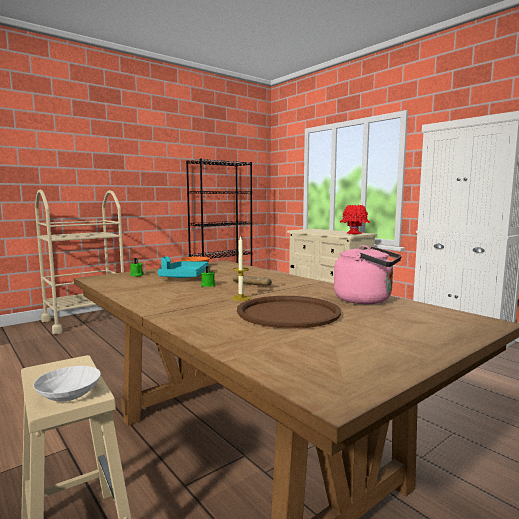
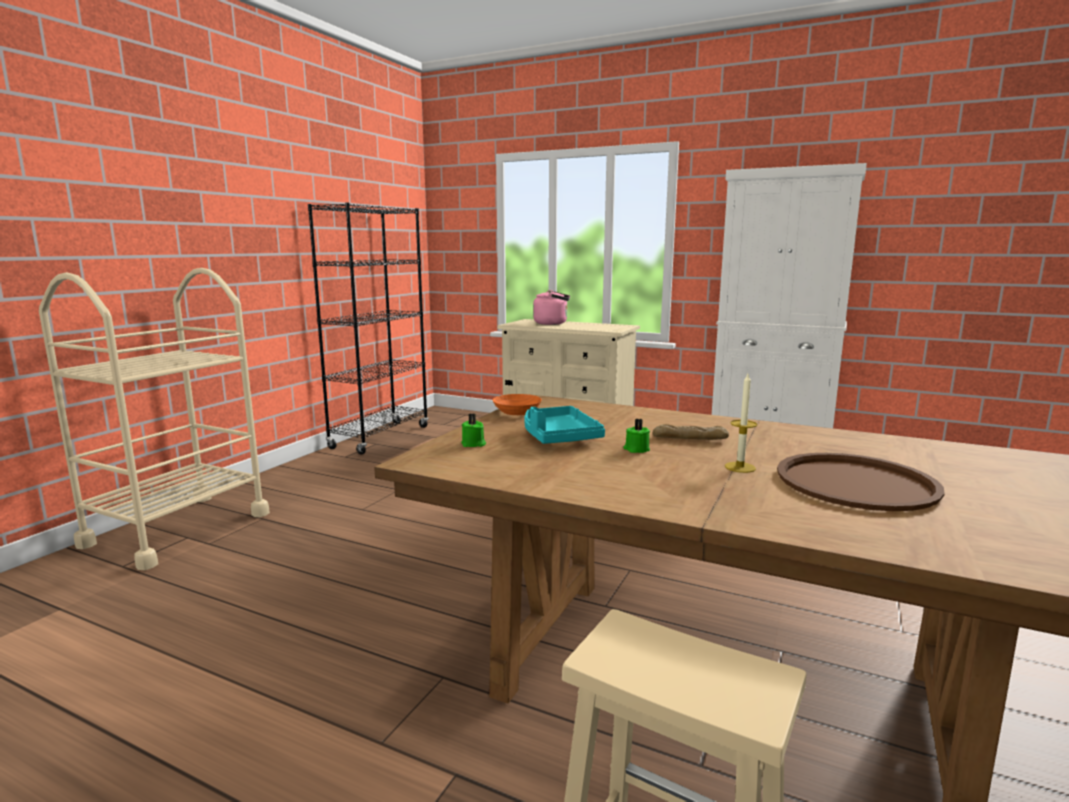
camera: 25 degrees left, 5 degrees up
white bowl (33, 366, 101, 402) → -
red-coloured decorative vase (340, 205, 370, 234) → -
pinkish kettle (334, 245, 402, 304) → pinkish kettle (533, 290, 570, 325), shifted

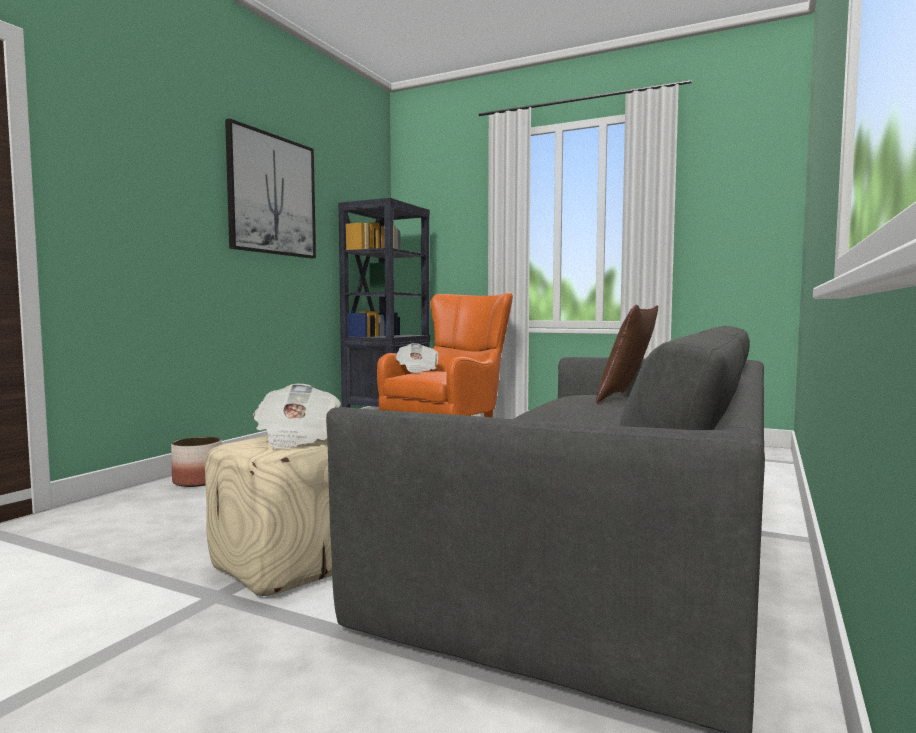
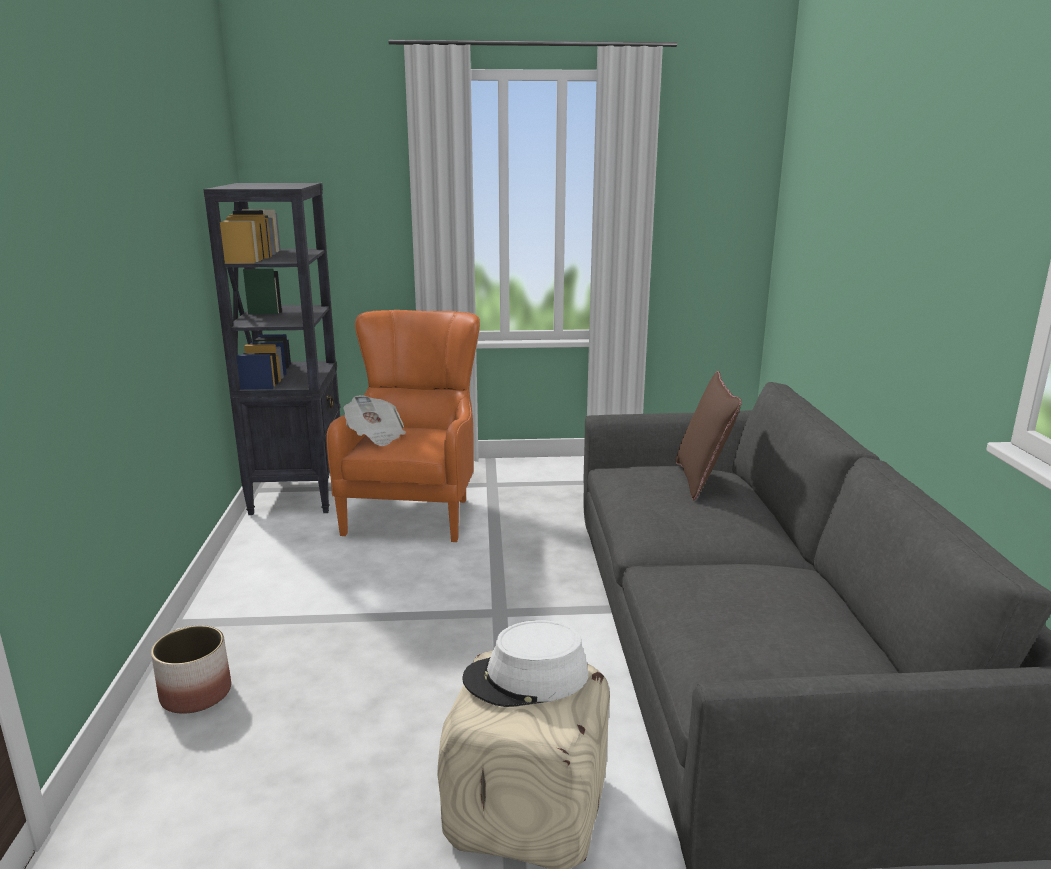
camera: 30 degrees left, 15 degrees up
picture (225, 118, 316, 258) → -
daily paper (253, 384, 341, 449) → white clothing hat (462, 620, 588, 707)

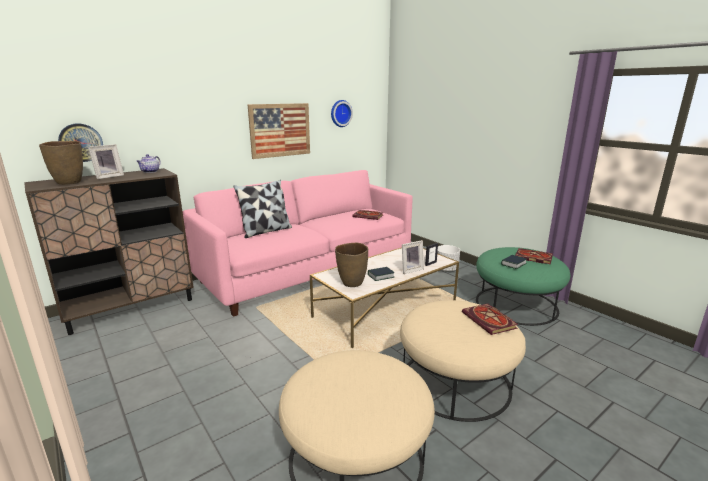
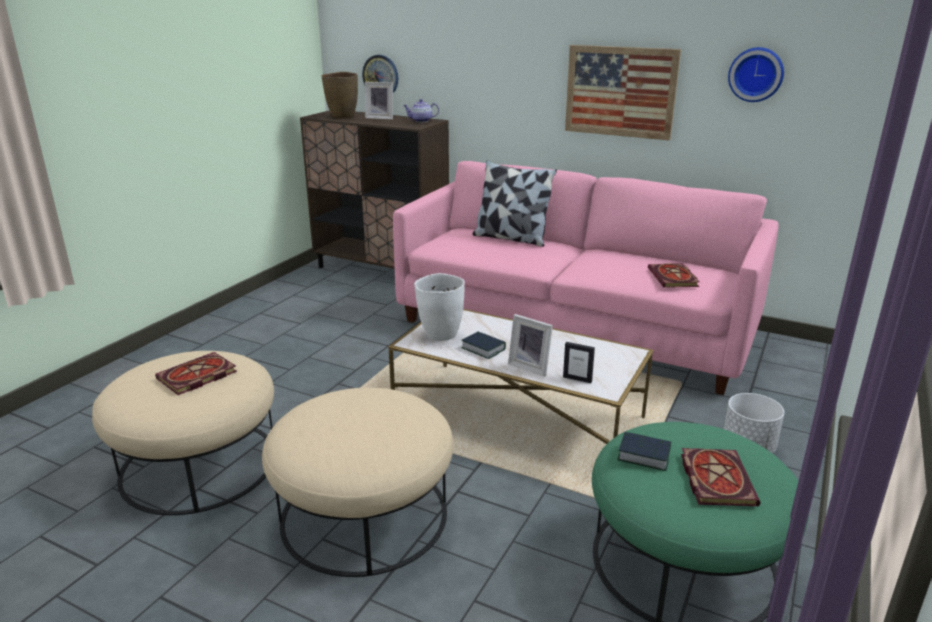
camera: 65 degrees right, 5 degrees up
volume (462, 303, 518, 335) → volume (155, 352, 237, 395), shifted
brown decorative vase (335, 243, 368, 287) → white decorative vase (414, 273, 465, 341)

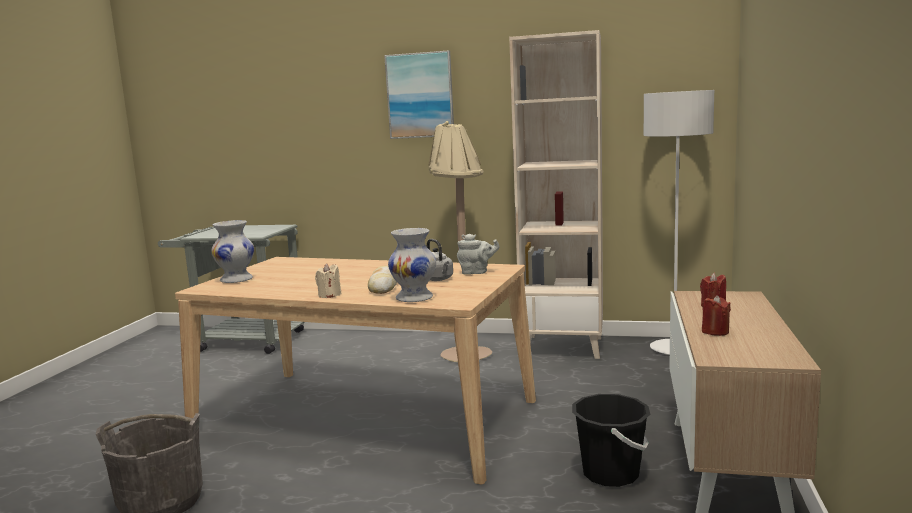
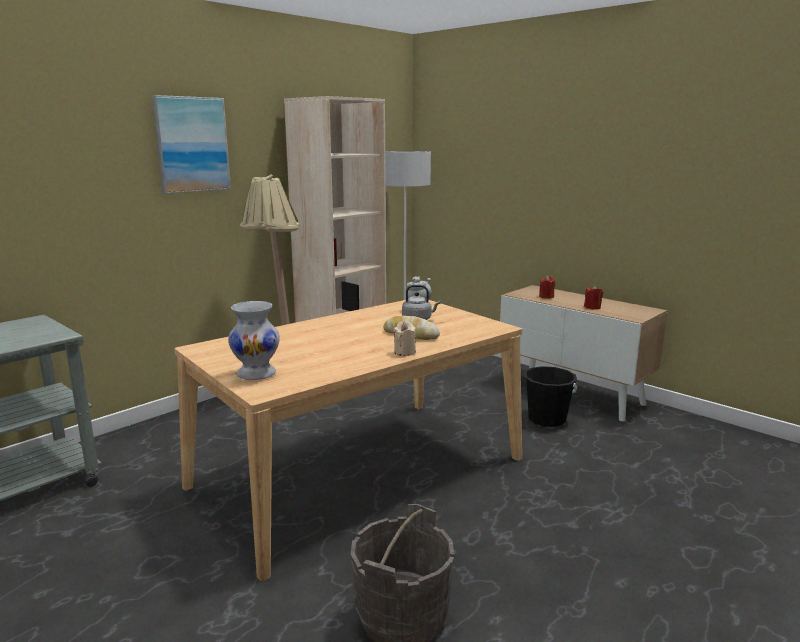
camera: 60 degrees left, 5 degrees up
white decorative vase (388, 228, 436, 302) → -

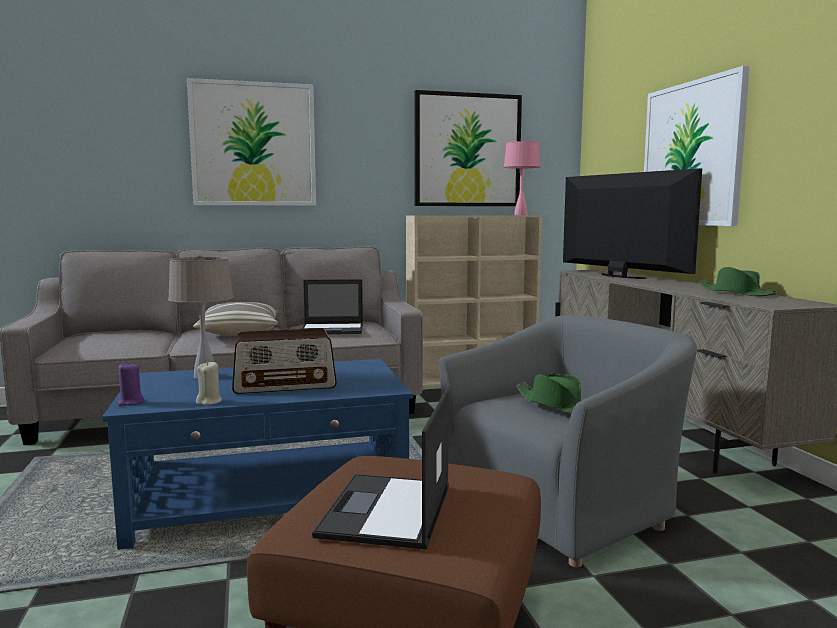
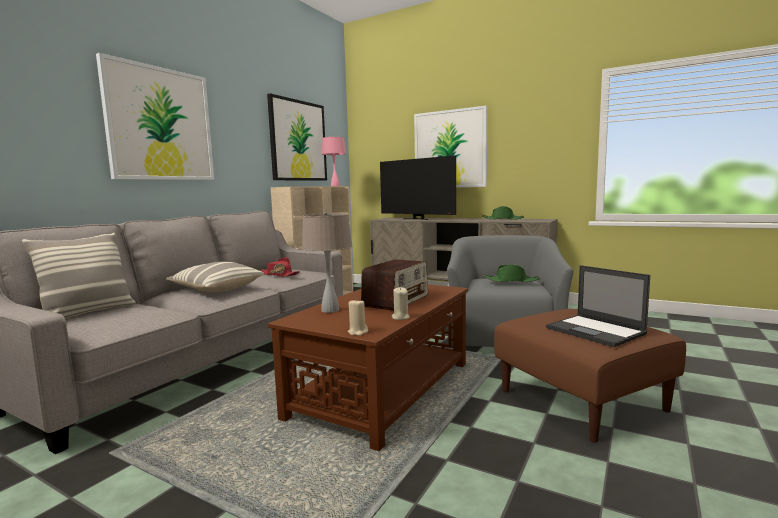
camera: 45 degrees left, 0 degrees up
- → throw pillow (22, 233, 136, 319)
laptop (302, 279, 363, 335) → red-coloured clothing hat (260, 257, 300, 277)
blue coffee table (102, 359, 413, 550) → brown coffee table (267, 284, 468, 451)
purplish candle (117, 362, 145, 406) → sand-coloured candle (348, 298, 368, 336)
TV set (563, 168, 702, 279) → TV set (380, 155, 456, 220), 150 degrees counterclockwise

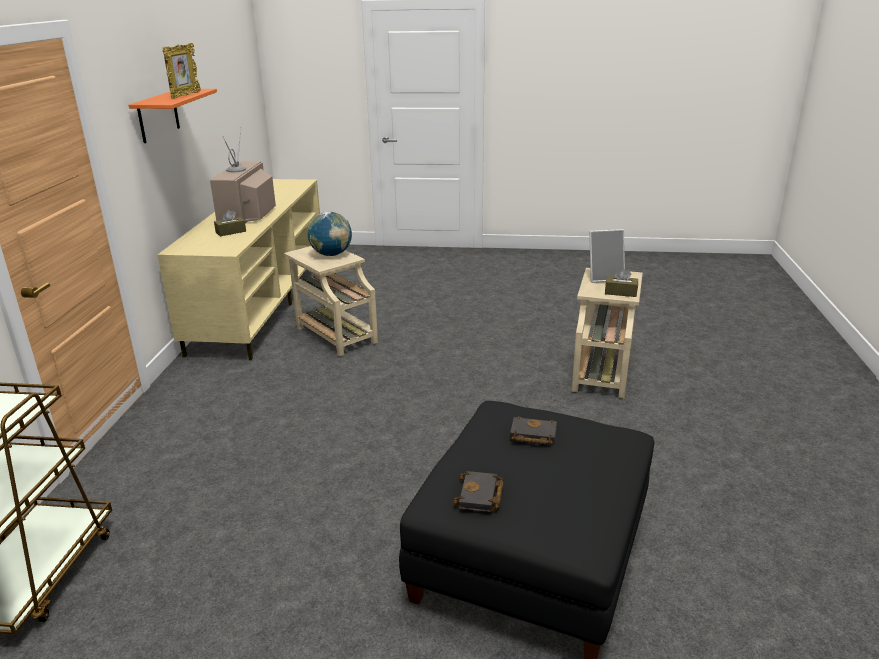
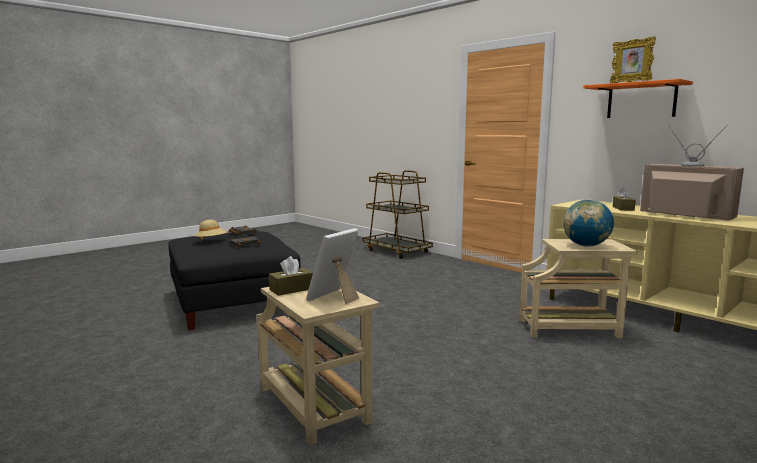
camera: 130 degrees right, 15 degrees down
- → sand-coloured clothing hat (194, 220, 227, 240)

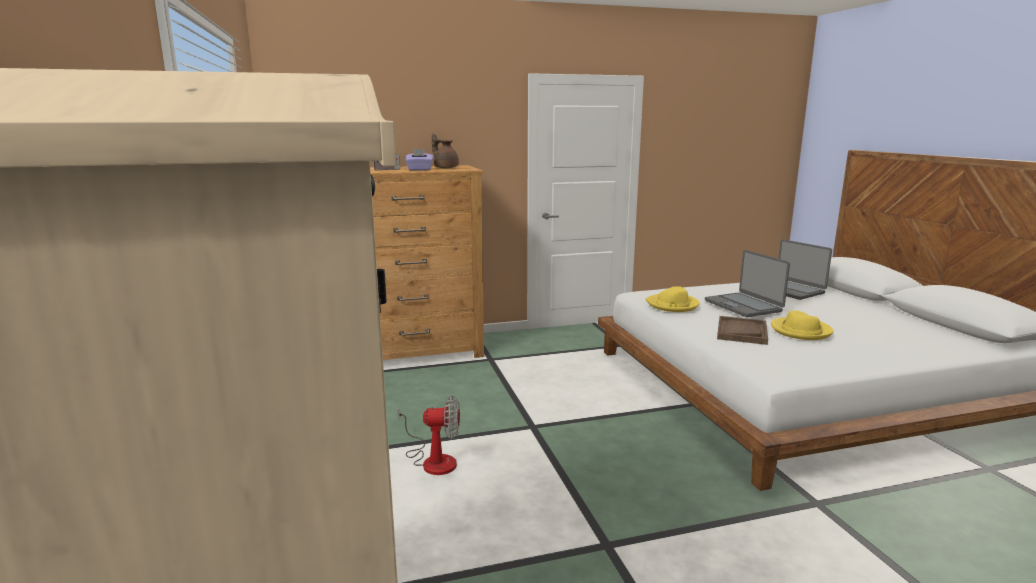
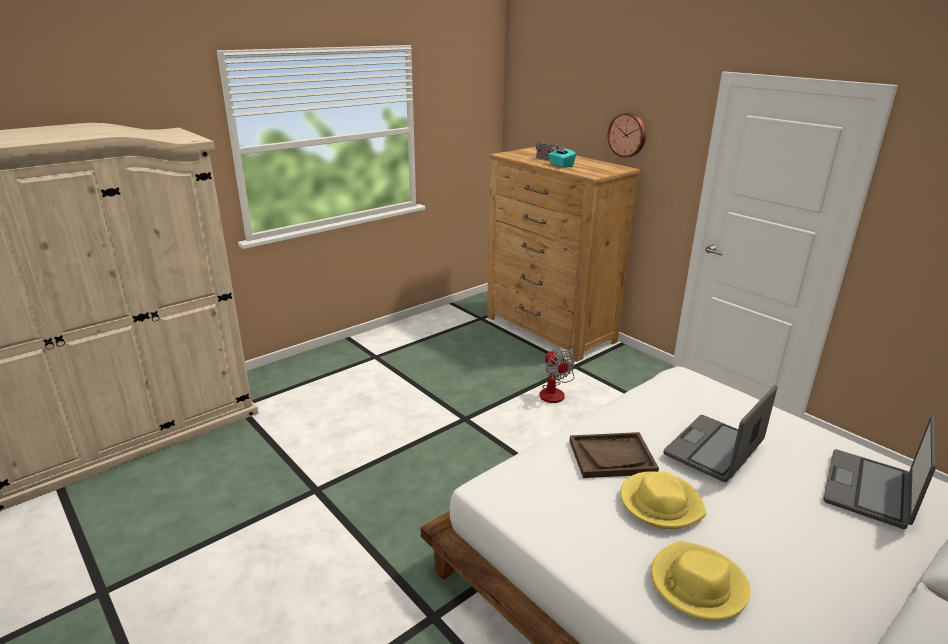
camera: 65 degrees right, 10 degrees up
brown pot for tea (432, 133, 459, 168) → -
- → wall clock (607, 113, 646, 158)
fan (398, 396, 460, 475) → fan (540, 348, 575, 403), shifted
yellowish clothing hat (646, 286, 699, 312) → yellowish clothing hat (651, 541, 750, 621), shifted
purplish tissue box (406, 149, 433, 171) → blue-green tissue box (548, 144, 576, 168)

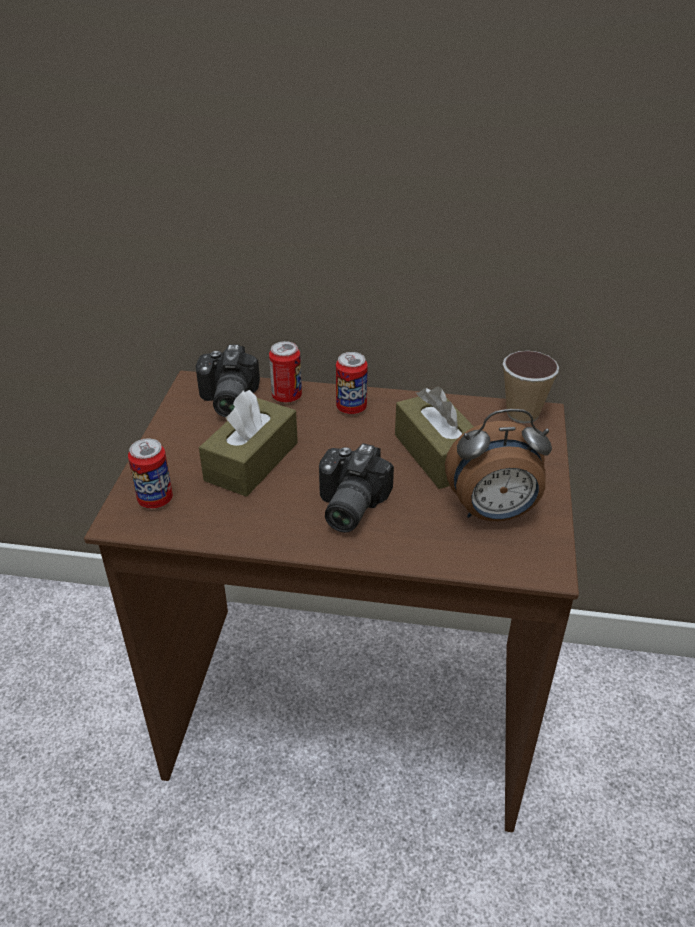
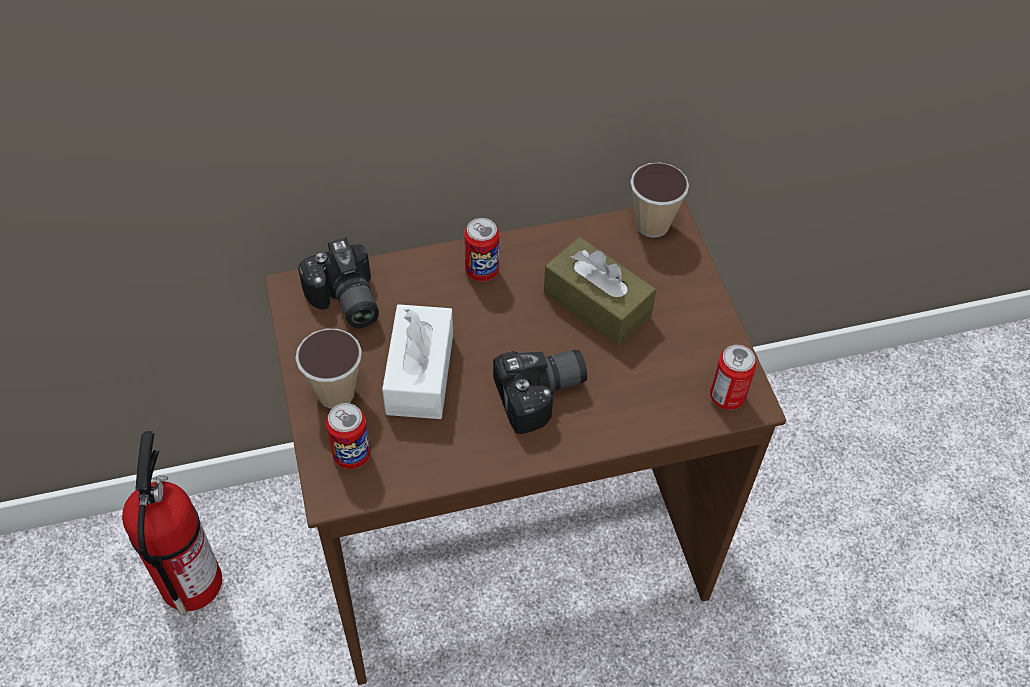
camera: 25 degrees left, 15 degrees up
bedside clock (445, 409, 552, 521) → -
- → fire extinguisher (122, 431, 222, 614)
- → small cup (295, 329, 362, 409)
can (269, 341, 302, 403) → can (710, 345, 757, 410), shifted
brown tissue box (199, 390, 298, 497) → white tissue box (382, 304, 453, 419)
photo camera (319, 443, 394, 533) → photo camera (493, 350, 587, 434), 105 degrees counterclockwise

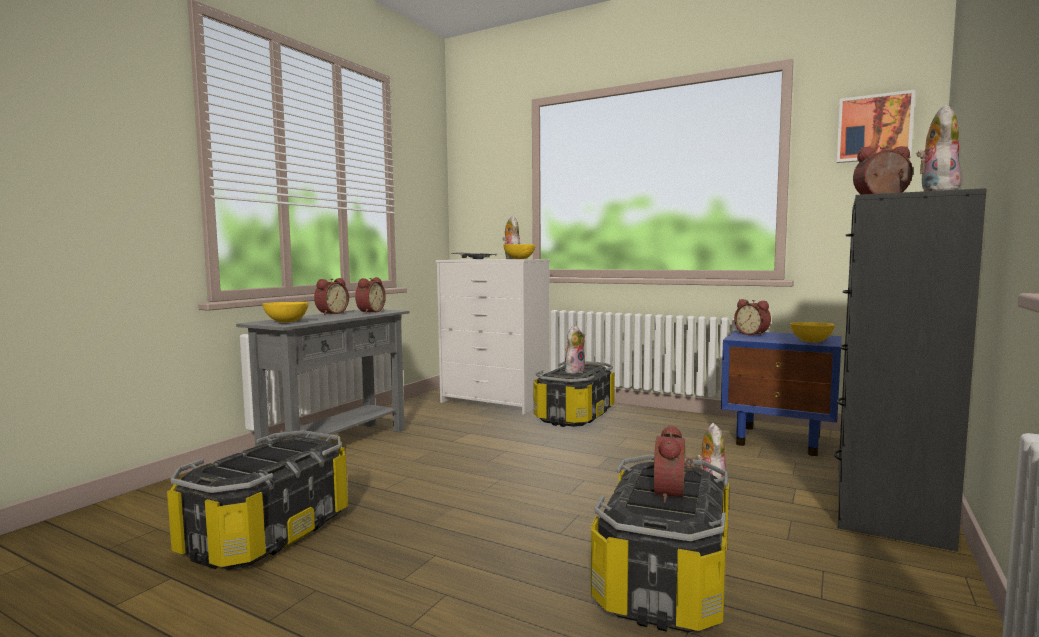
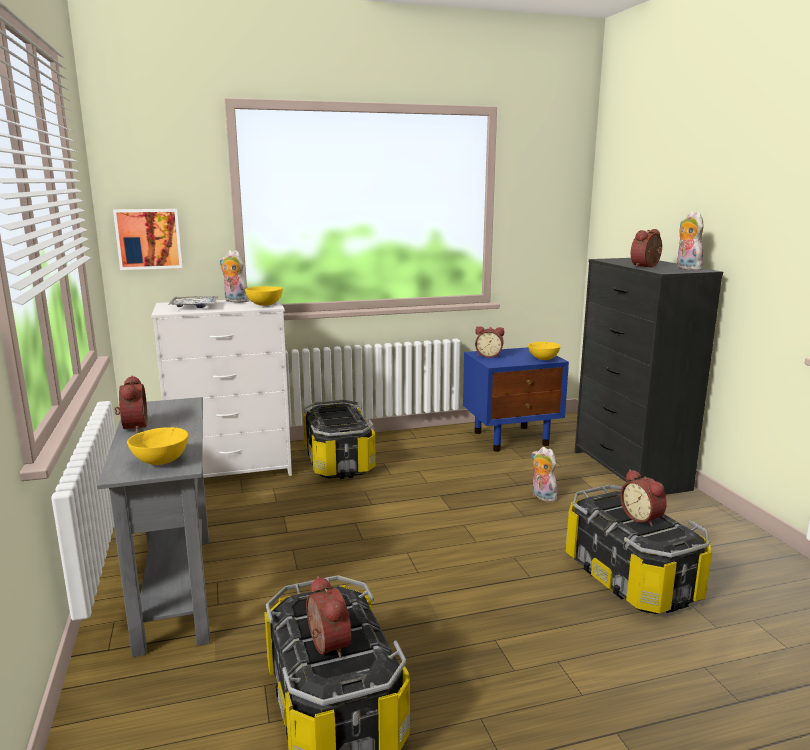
camera: 45 degrees left, 10 degrees up
soft toy (565, 326, 585, 374) → -
bedside clock (355, 277, 386, 313) → bedside clock (306, 576, 352, 658), shifted
picture (837, 90, 915, 163) → picture (113, 209, 183, 270), shifted

